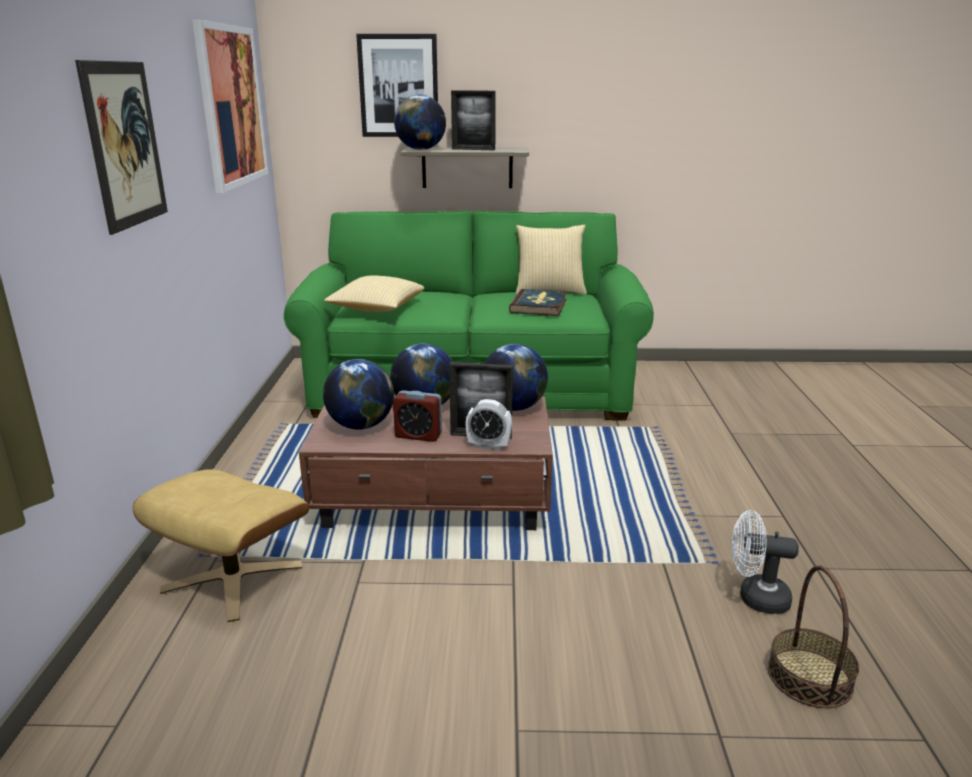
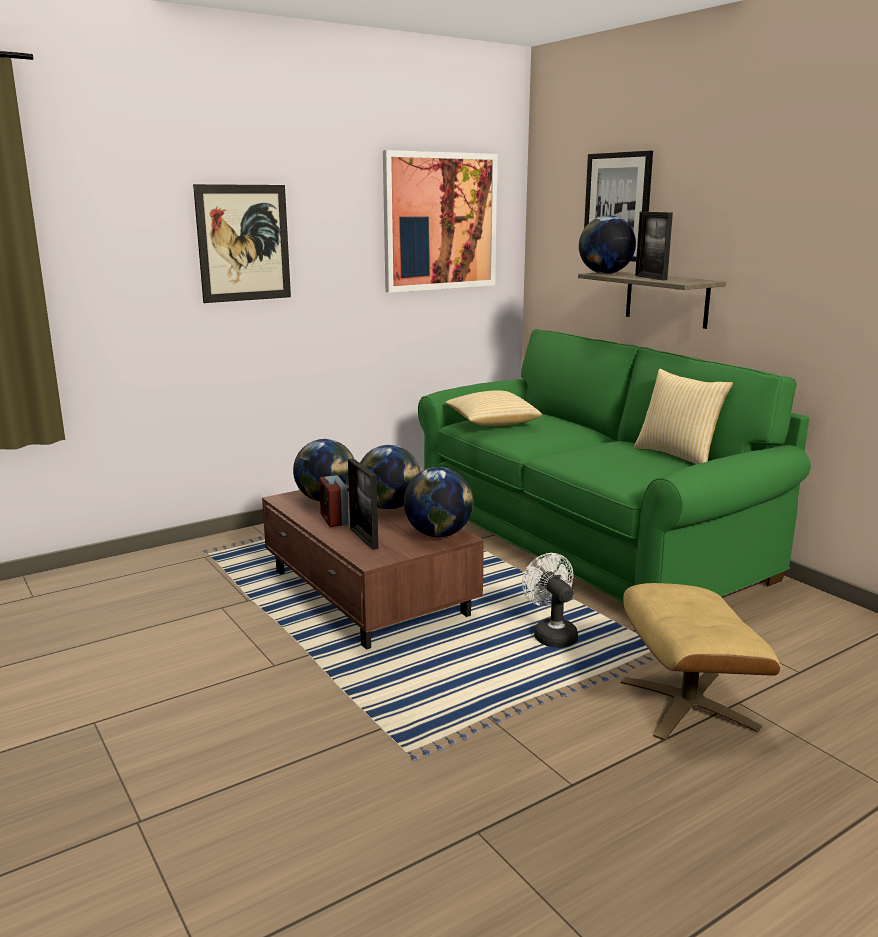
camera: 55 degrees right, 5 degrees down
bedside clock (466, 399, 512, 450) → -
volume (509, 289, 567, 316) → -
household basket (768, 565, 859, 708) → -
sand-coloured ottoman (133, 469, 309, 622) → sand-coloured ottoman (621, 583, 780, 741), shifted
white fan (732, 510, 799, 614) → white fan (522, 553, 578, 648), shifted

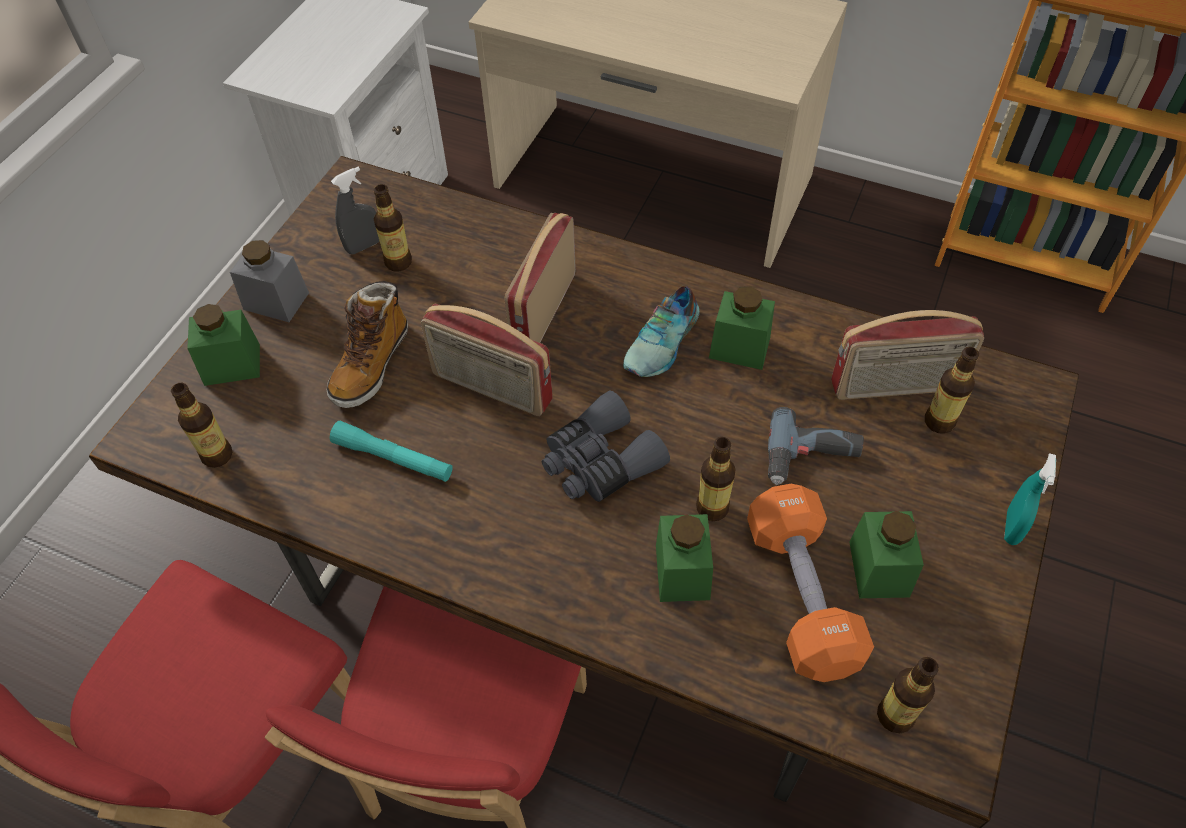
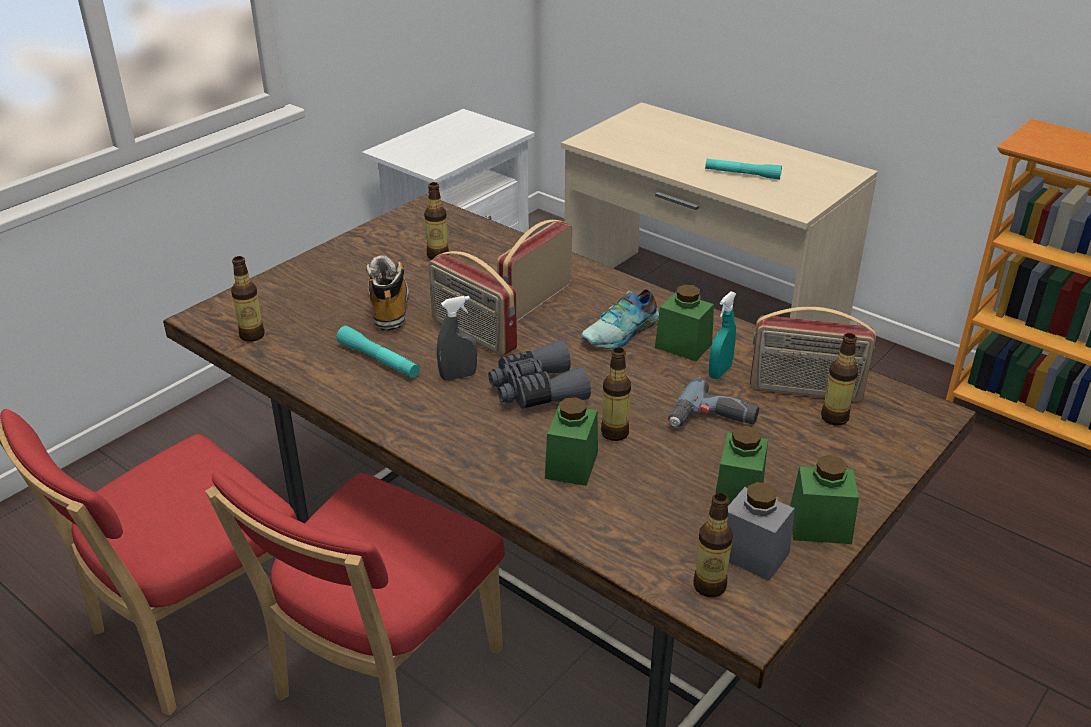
camera: 15 degrees right, 20 degrees down
orange hand weight (747, 484, 874, 682) → -
- → blue-green torch (705, 159, 782, 180)
green storage jar (187, 304, 260, 386) → green storage jar (790, 455, 859, 544), shifted
gray storage jar (230, 240, 309, 322) → gray storage jar (727, 482, 795, 581), shifted
gray hand sprayer (331, 167, 379, 254) → gray hand sprayer (437, 296, 477, 381), shifted
blue-green hand sprayer (1004, 453, 1056, 545) → blue-green hand sprayer (709, 291, 736, 379), shifted
high-top boot (327, 281, 408, 408) → high-top boot (366, 255, 409, 331), 135 degrees clockwise

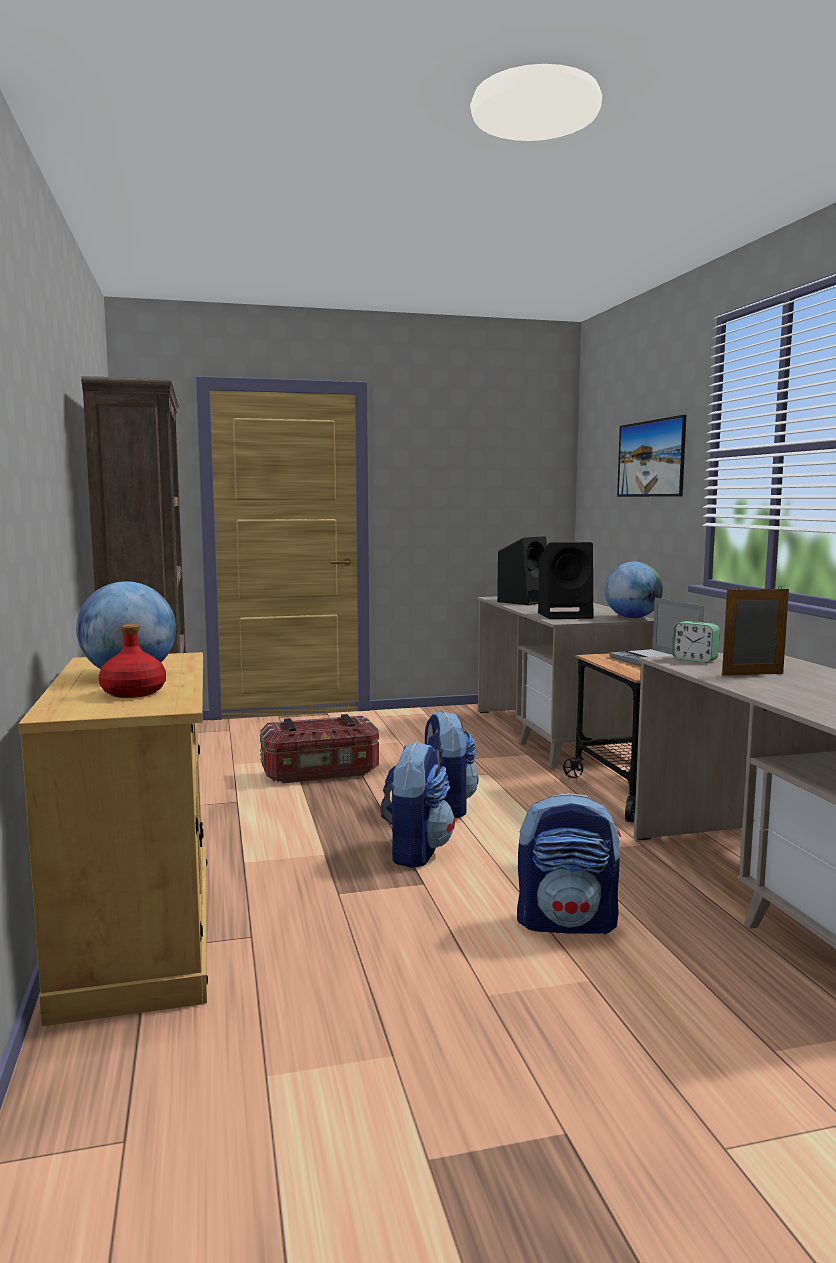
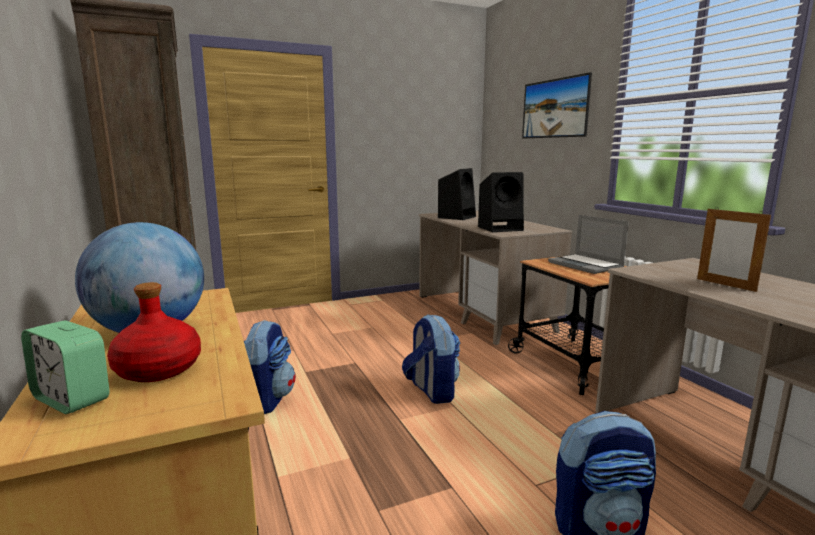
camera: 10 degrees left, 5 degrees up
storage container (260, 714, 379, 783) → -
globe (605, 562, 663, 618) → -
knapsack (380, 741, 455, 868) → knapsack (244, 320, 296, 414), shifted
bedside clock (672, 621, 720, 663) → bedside clock (21, 320, 110, 414), shifted
photo frame (722, 586, 789, 675) → photo frame (697, 208, 771, 292), 105 degrees counterclockwise

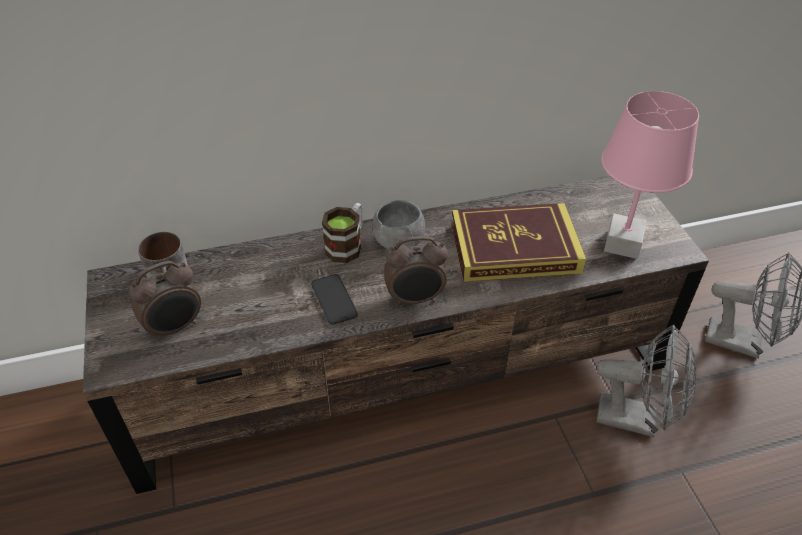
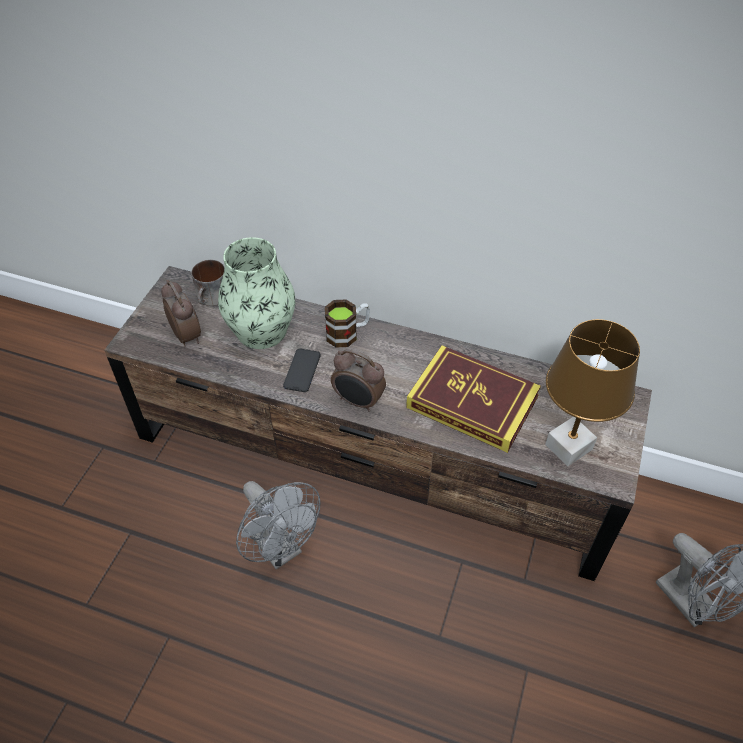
camera: 35 degrees right, 5 degrees up
gray bowl (372, 200, 425, 249) → -
- → decorative vase (218, 237, 295, 349)
gray fan (596, 325, 697, 437) → gray fan (236, 481, 320, 569), shifted
pinkish lamp for a table (601, 91, 699, 259) → brown lamp for a table (545, 319, 640, 466)
bedside clock (129, 261, 201, 341) → bedside clock (161, 280, 201, 347), 120 degrees counterclockwise

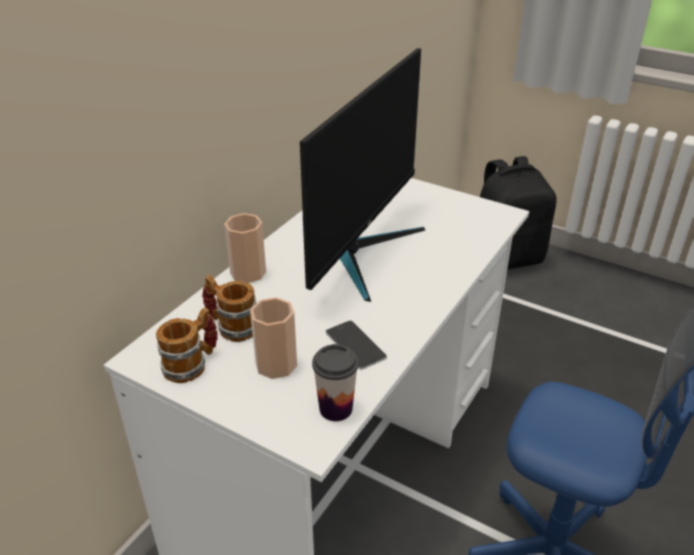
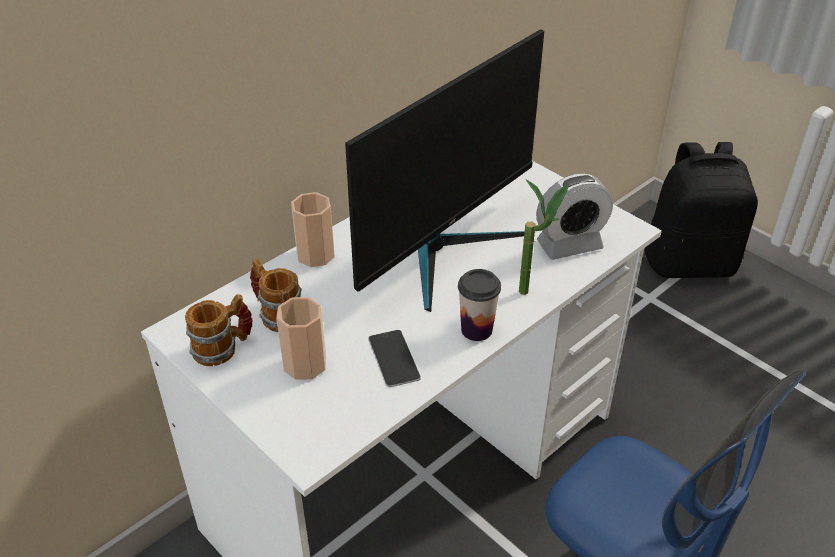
camera: 15 degrees right, 5 degrees up
- → potted plant (519, 179, 569, 295)
- → bedside clock (536, 173, 613, 260)
small cup (312, 344, 359, 421) → small cup (458, 269, 501, 341), shifted

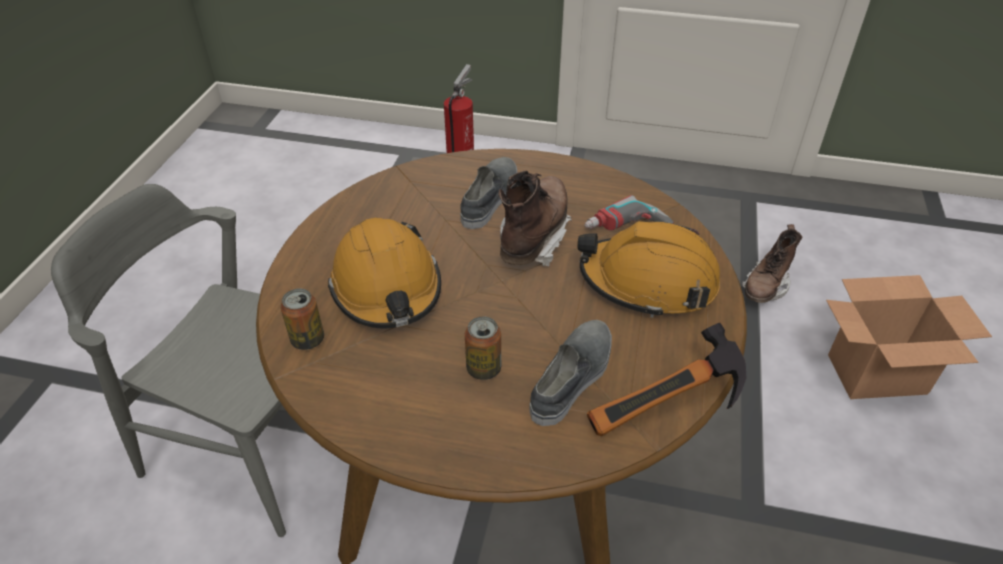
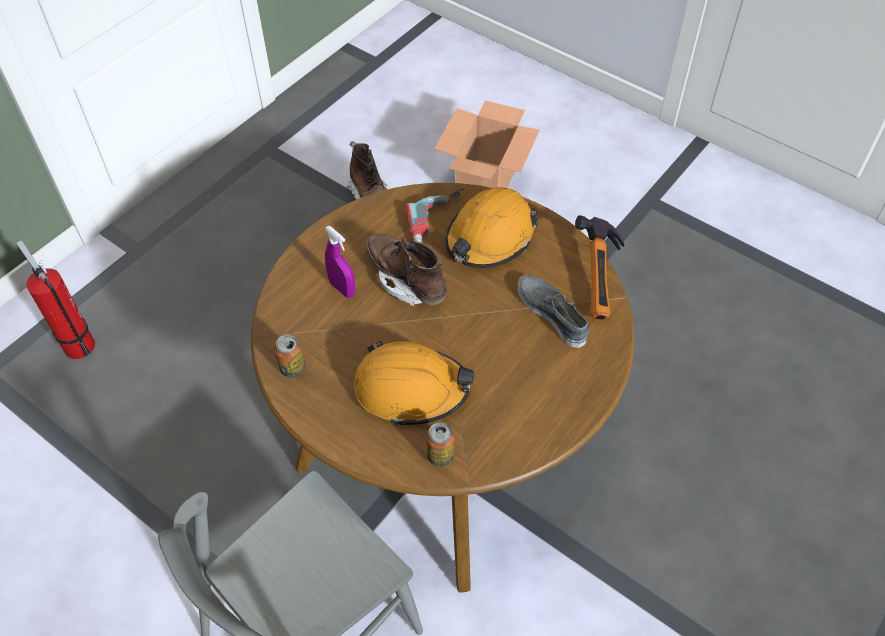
camera: 65 degrees left, 10 degrees up
can (465, 316, 501, 380) → can (274, 334, 305, 378), shifted
gray item of footwear (460, 157, 517, 229) → purplish hand sprayer (325, 226, 355, 298)

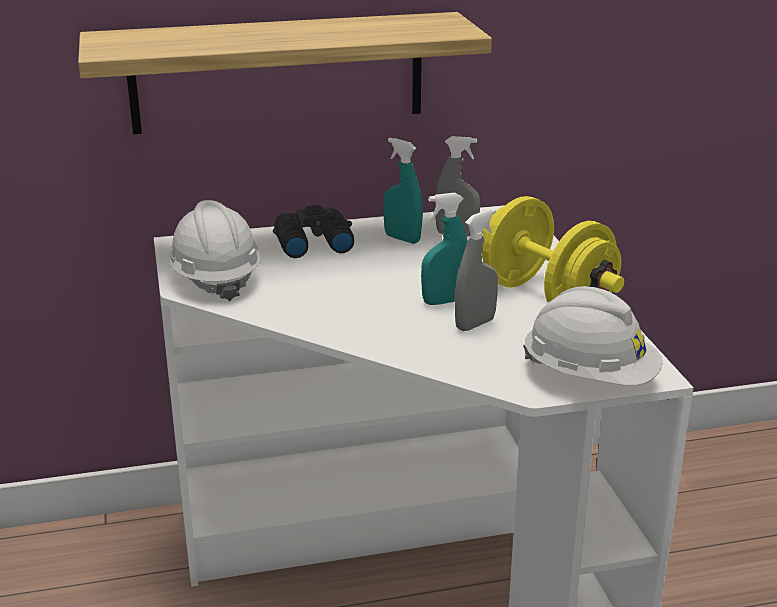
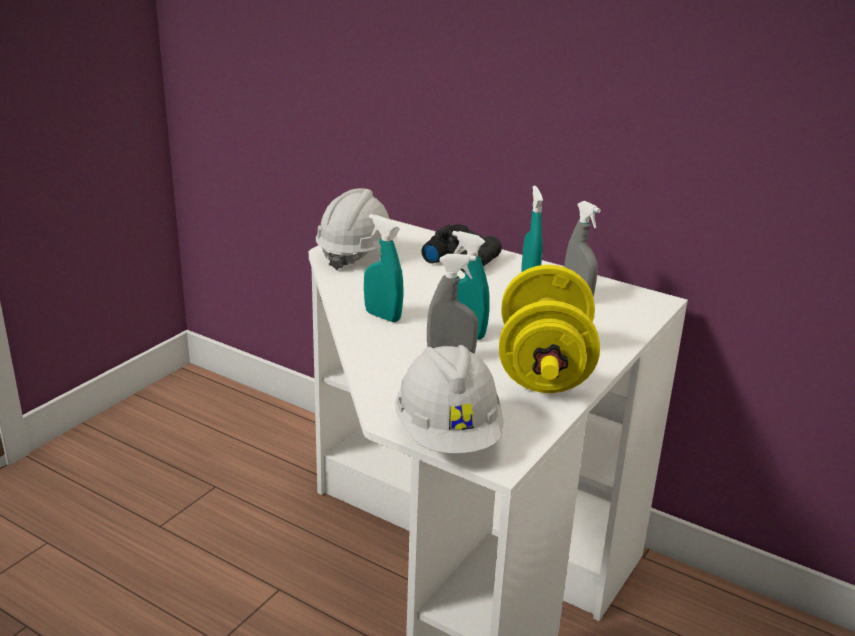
camera: 45 degrees right, 0 degrees up
wall shelf (78, 12, 492, 134) → -
- → blue-green hand sprayer (364, 214, 404, 322)

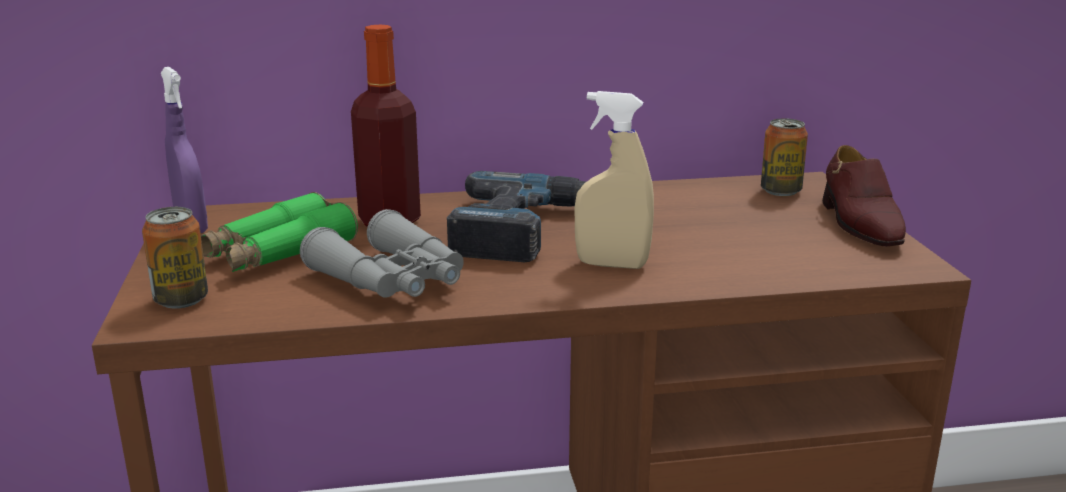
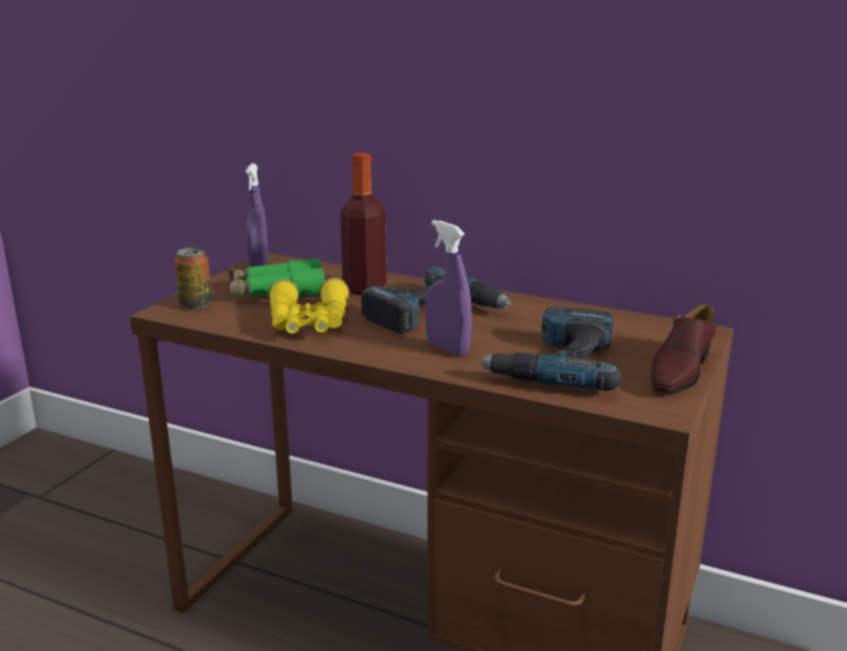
camera: 35 degrees right, 0 degrees up
can (761, 118, 808, 196) → -
- → drill (478, 306, 621, 391)
gray field glasses (300, 209, 464, 298) → yellowish field glasses (269, 278, 349, 334)
sand-coloured hand sprayer (575, 91, 654, 269) → purplish hand sprayer (426, 220, 472, 357)

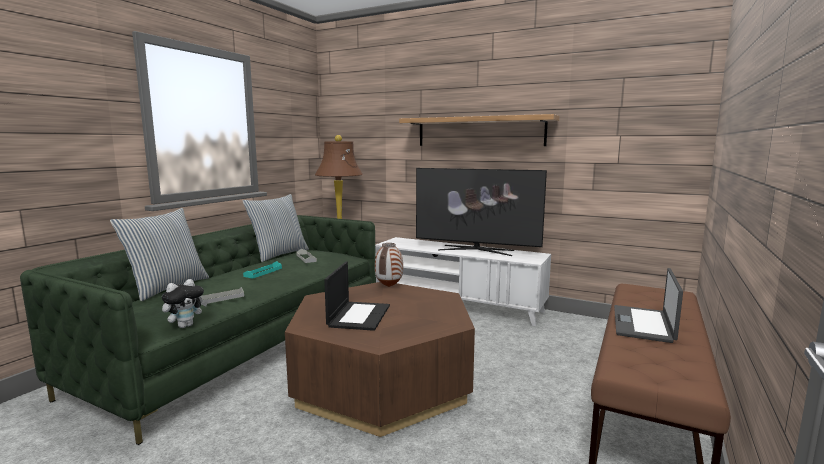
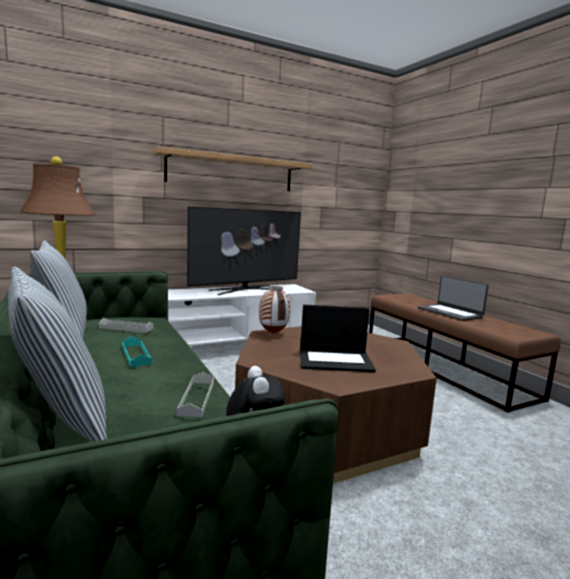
camera: 55 degrees left, 0 degrees up
laptop (324, 262, 390, 331) → laptop (300, 305, 376, 372), 135 degrees clockwise

